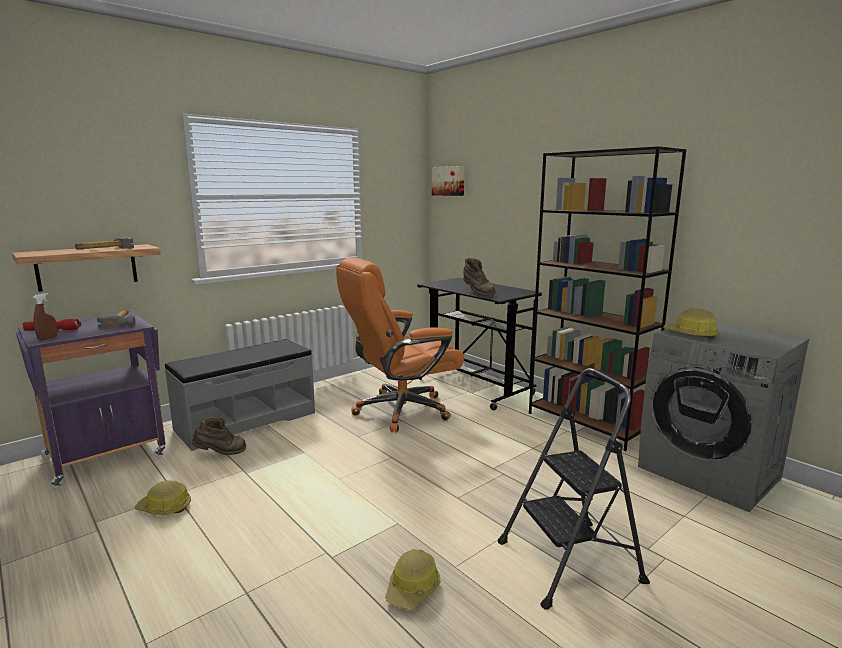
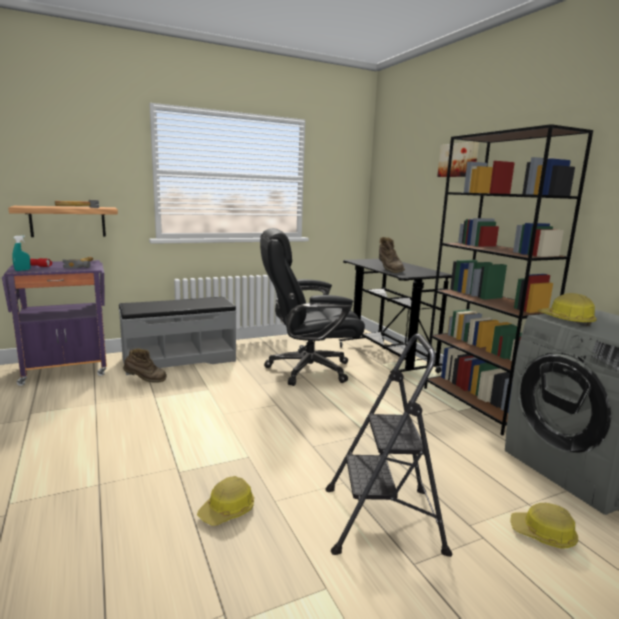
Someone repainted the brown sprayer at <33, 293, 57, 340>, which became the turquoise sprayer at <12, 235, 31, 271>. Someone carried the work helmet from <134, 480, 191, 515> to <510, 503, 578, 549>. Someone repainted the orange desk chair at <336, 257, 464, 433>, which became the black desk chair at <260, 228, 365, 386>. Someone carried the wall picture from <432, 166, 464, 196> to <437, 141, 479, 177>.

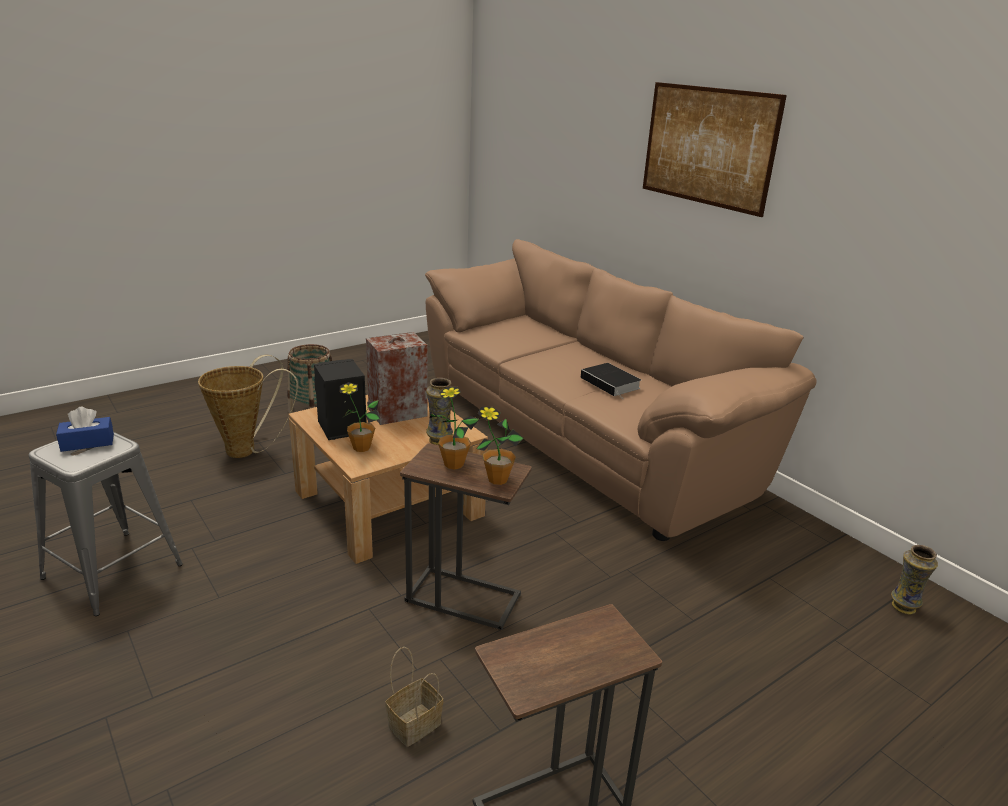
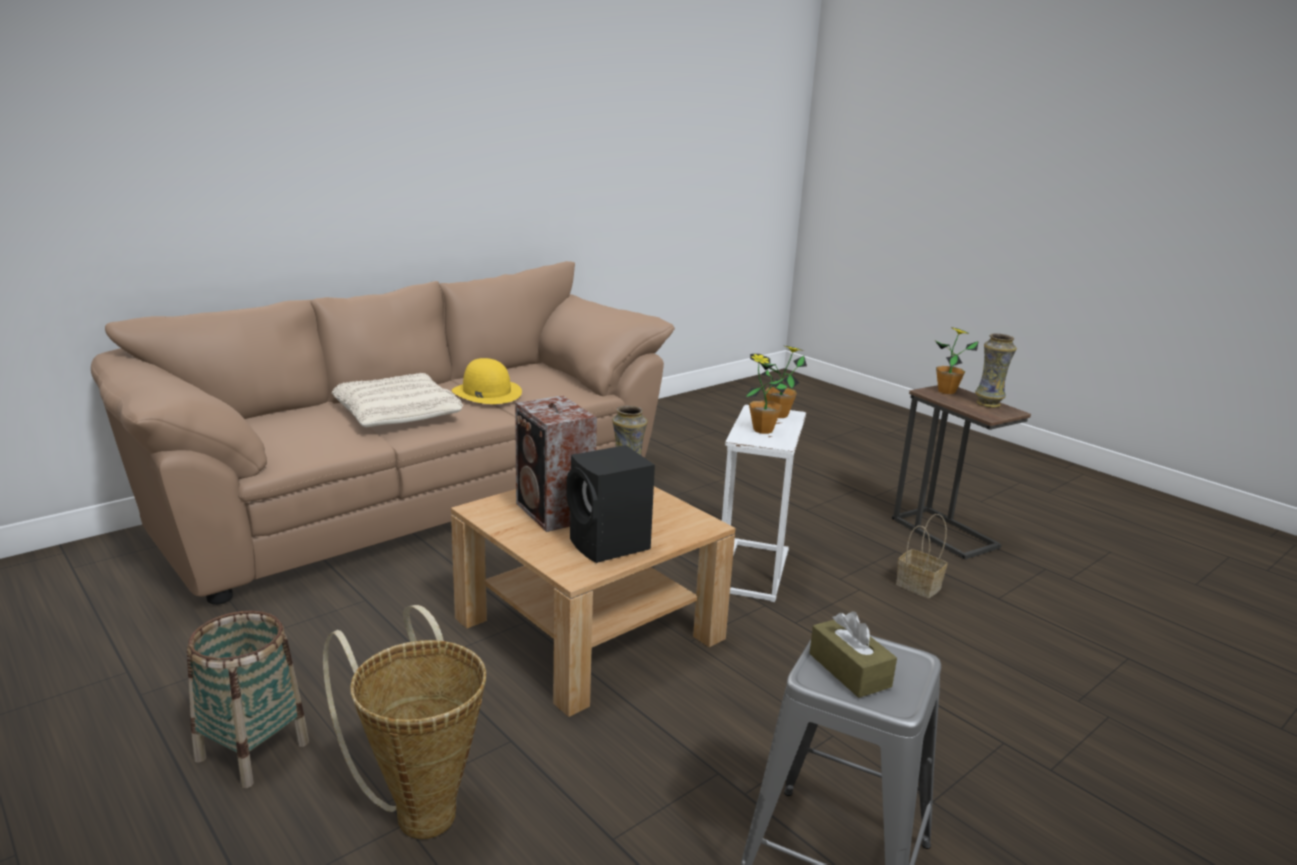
Someone repainted the bluish box of tissues at <56, 407, 114, 452>, which became the brown box of tissues at <809, 611, 897, 698>. Someone carried the houseplant from <340, 382, 380, 452> to <935, 327, 978, 394>. Someone repainted the brown accent table at <400, 443, 532, 631>, which became the white accent table at <722, 405, 806, 602>. Someone swapped the volume at <580, 363, 641, 399> for the yellow hat at <452, 358, 522, 404>. Someone took away the wall picture at <643, 82, 787, 217>. Someone carried the decorative vase from <891, 545, 938, 615> to <975, 333, 1017, 408>. Someone put down the beige pillow at <331, 373, 463, 427>.

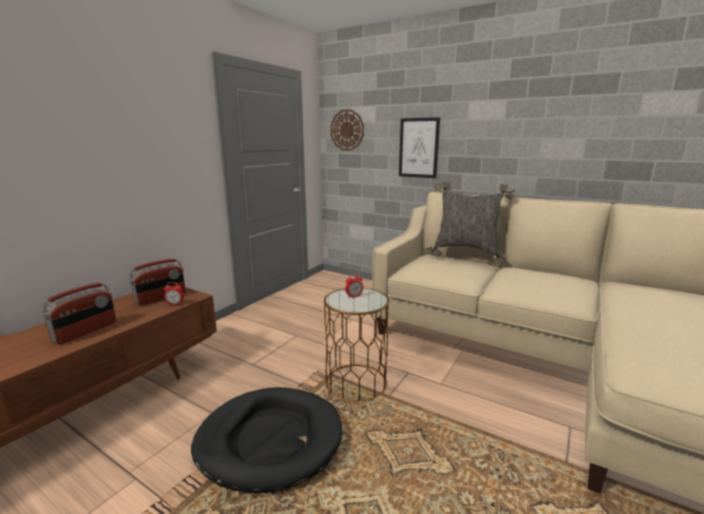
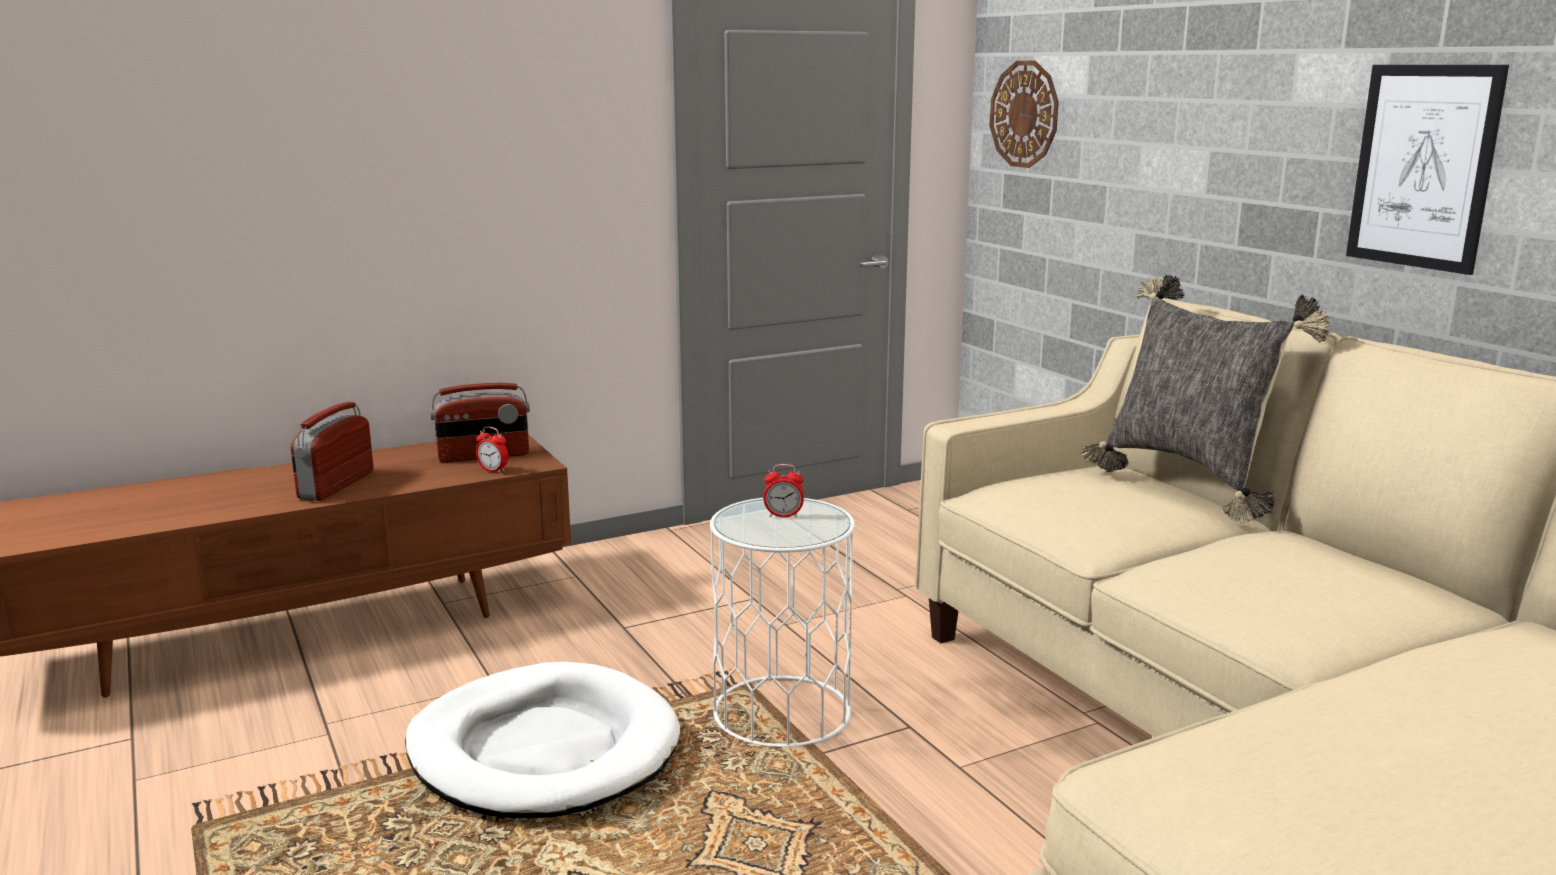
Someone rotated the radio set at <43, 283, 116, 344> by 135 degrees clockwise. Someone repainted the black dog bed at <191, 387, 342, 493>, which became the white dog bed at <405, 662, 680, 818>. Someone repainted the brown accent table at <324, 288, 390, 402>, which became the white accent table at <710, 498, 855, 747>. Someone carried the wall picture from <399, 117, 440, 178> to <1346, 65, 1509, 275>.

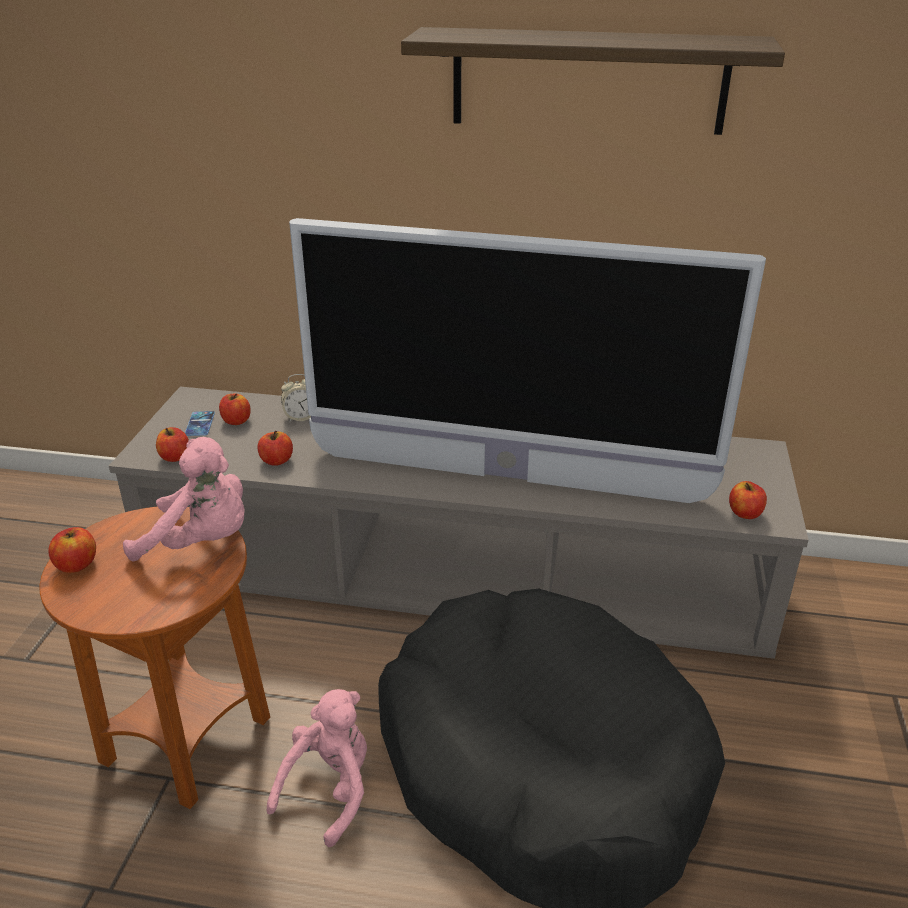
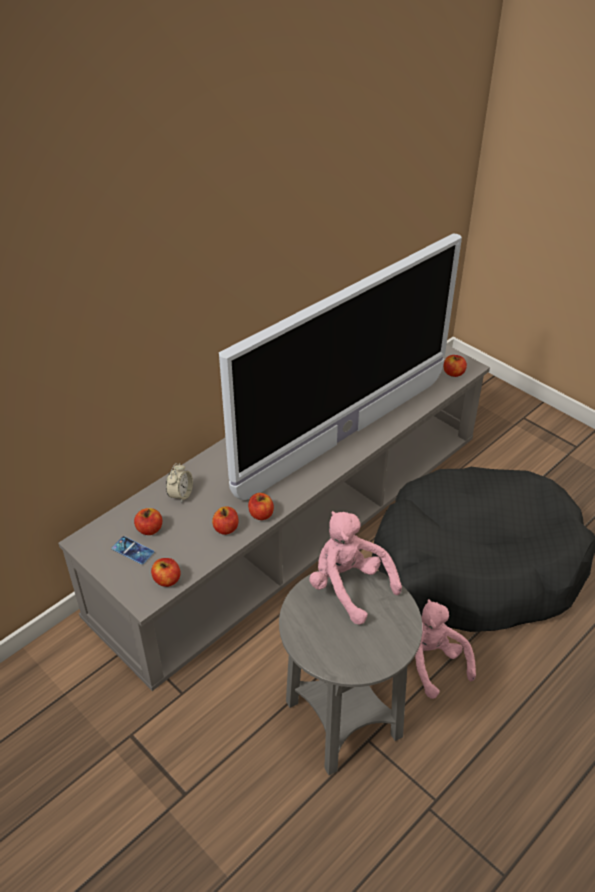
Someone repainted the brown accent table at <40, 507, 270, 809>, which became the greyish accent table at <279, 567, 423, 775>. Someone carried the apple from <48, 527, 96, 573> to <248, 493, 274, 520>. Someone rotated the pinkish cuddly toy at <123, 437, 244, 562> by 90 degrees counterclockwise. Someone took away the wall shelf at <401, 27, 785, 135>.

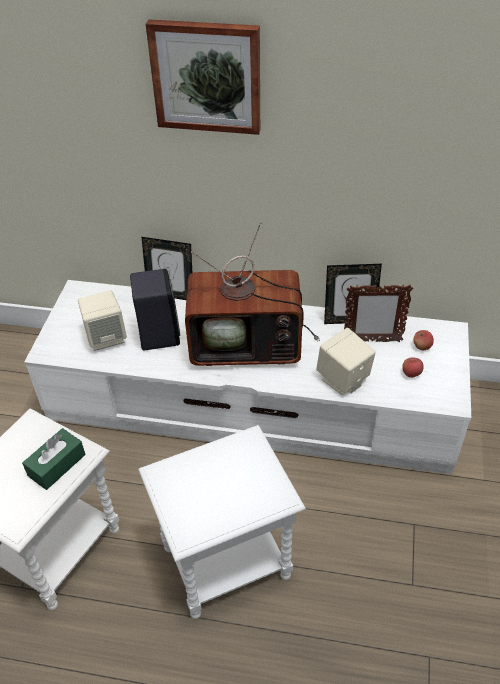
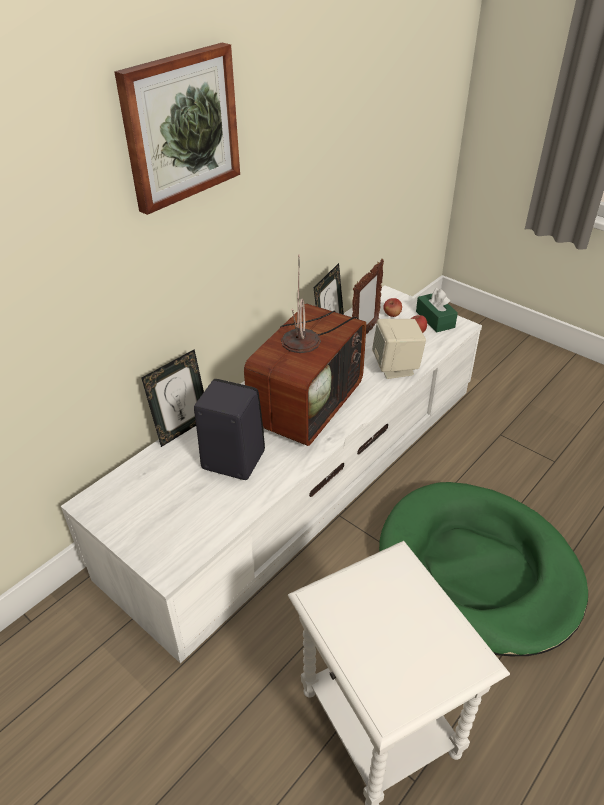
Someone carried the greenish box of tissues from <22, 428, 85, 490> to <416, 288, 458, 333>. Someone took away the beige loudspeaker at <78, 290, 127, 351>. Someone swapped the white accent table at <138, 425, 306, 619> for the greenish dog bed at <379, 482, 588, 656>.

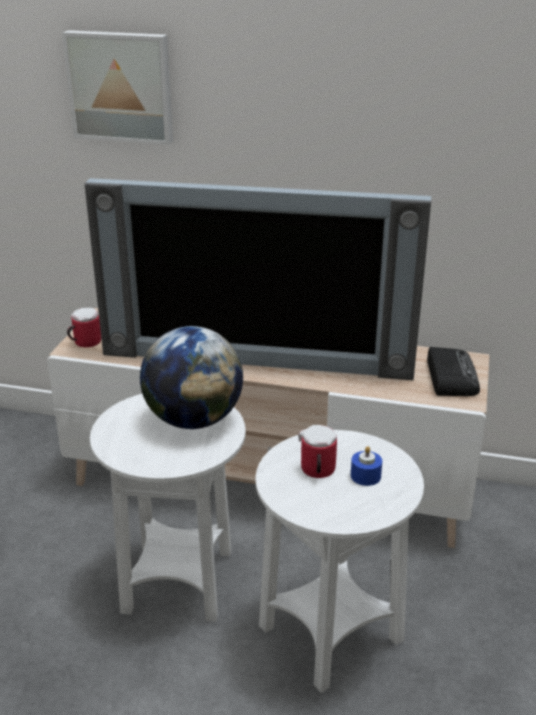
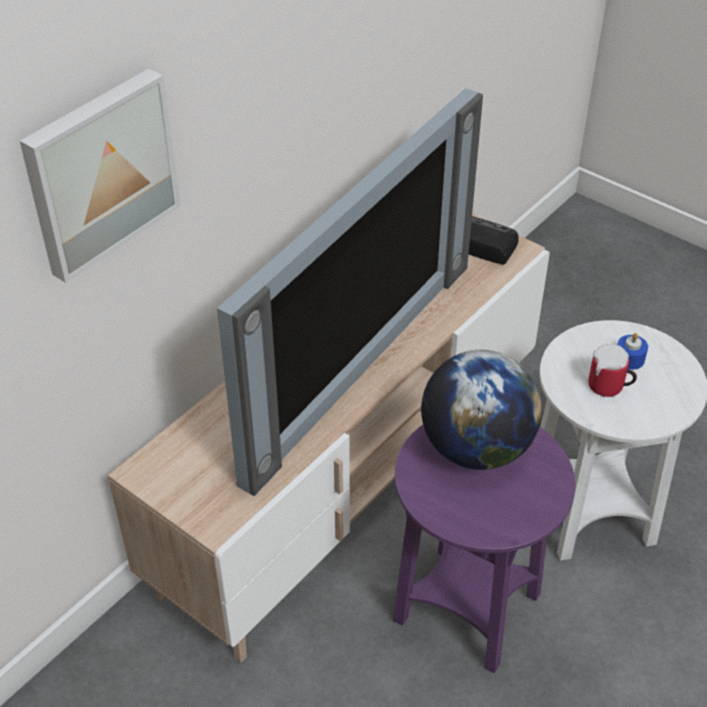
Someone took away the tea mug at <67, 308, 101, 347>. Someone repainted the white accent table at <90, 394, 246, 622>, which became the purple accent table at <393, 425, 575, 673>.

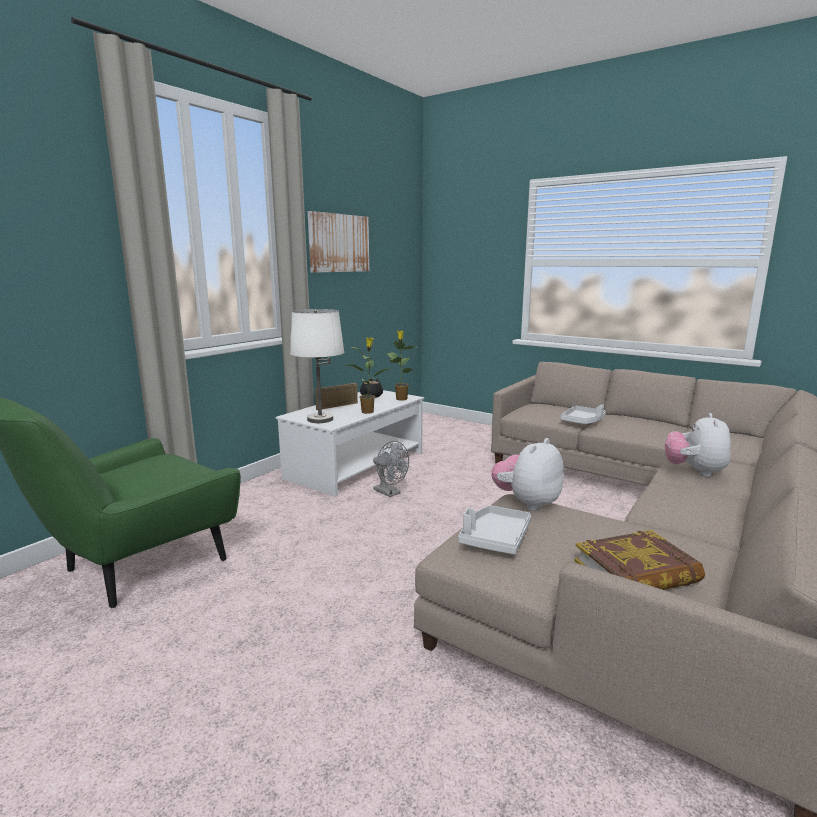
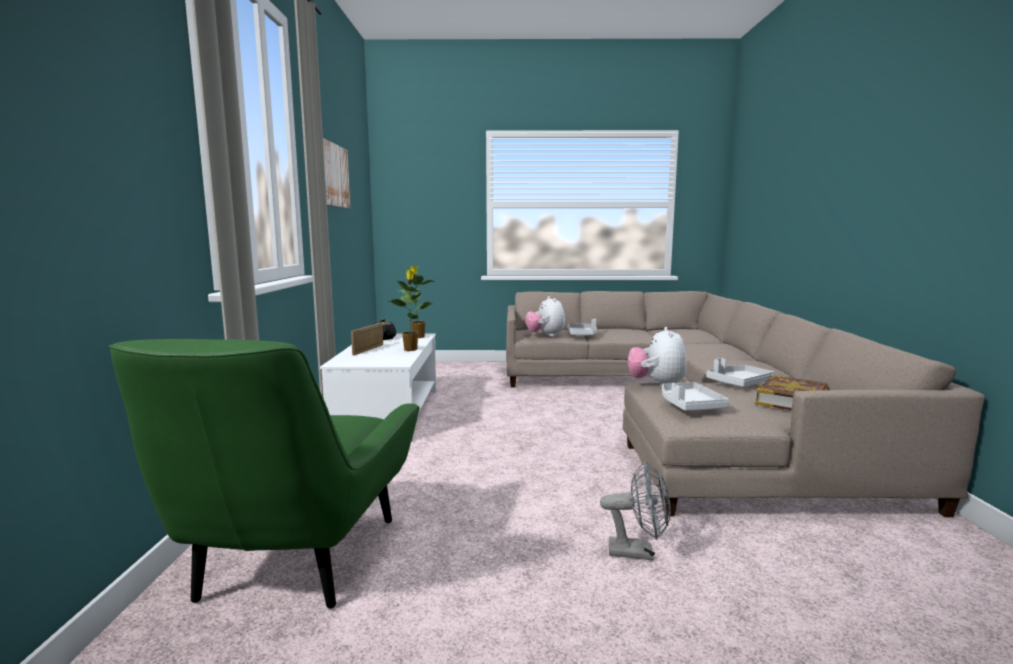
Someone took away the white tabletop lamp at <290, 309, 344, 423>. Someone carried the greyish fan from <373, 441, 409, 497> to <600, 461, 671, 561>. Someone carried the cuddly toy from <665, 413, 731, 477> to <525, 296, 565, 337>. Someone put down the greyish serving tray at <706, 358, 776, 387>.

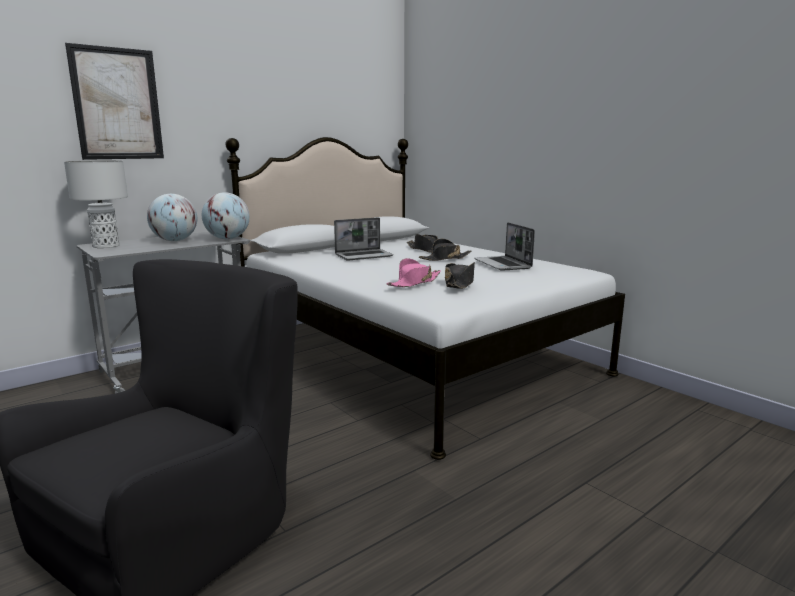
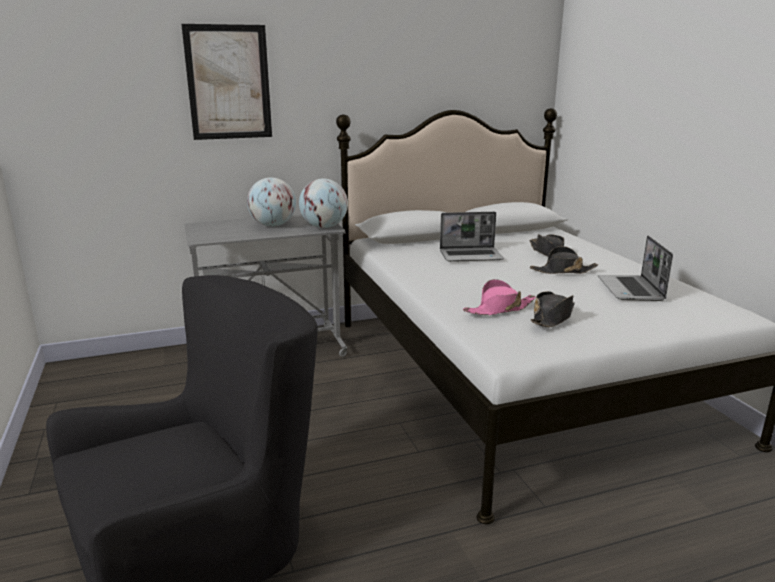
Someone took away the white tabletop lamp at <64, 160, 128, 248>.

